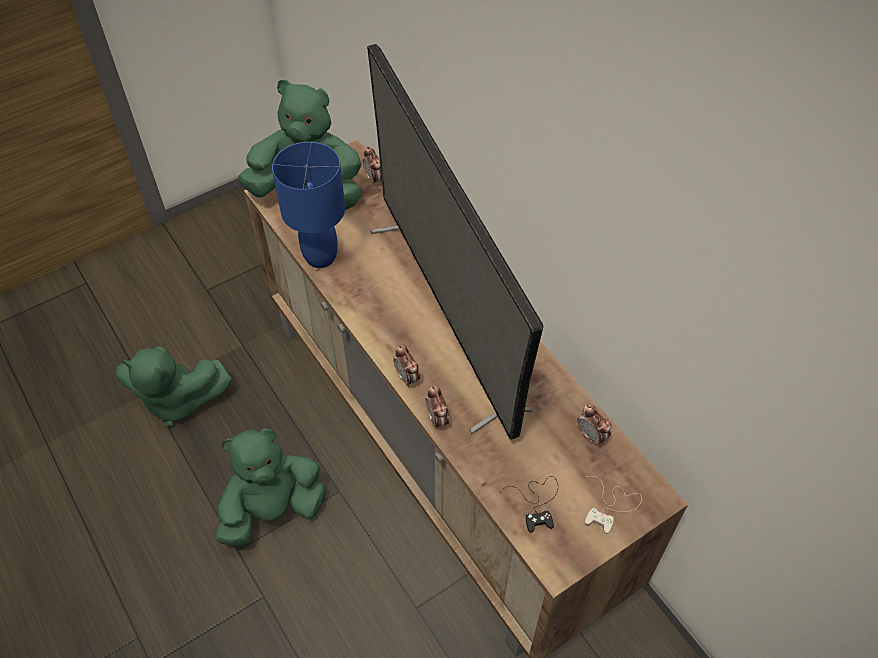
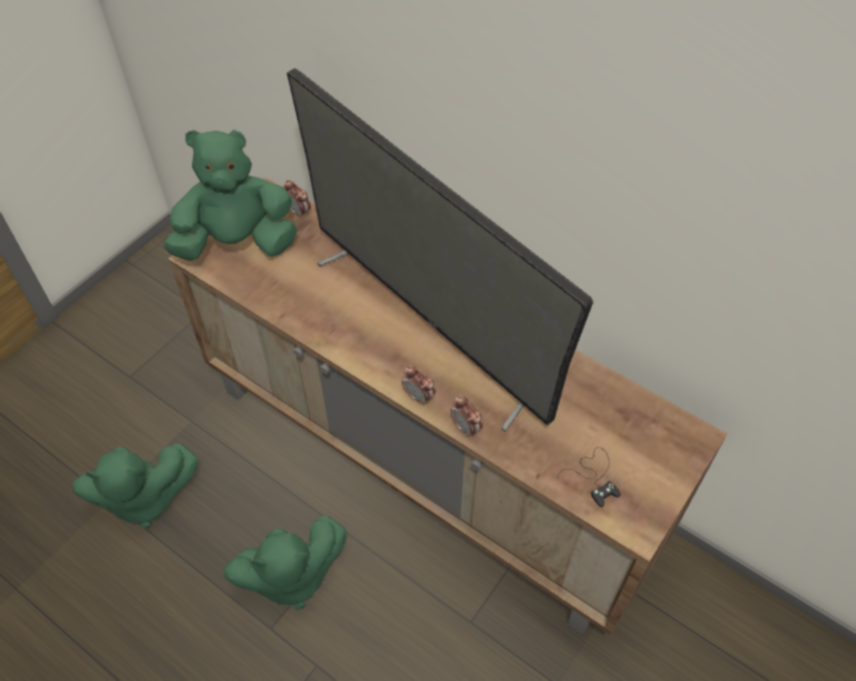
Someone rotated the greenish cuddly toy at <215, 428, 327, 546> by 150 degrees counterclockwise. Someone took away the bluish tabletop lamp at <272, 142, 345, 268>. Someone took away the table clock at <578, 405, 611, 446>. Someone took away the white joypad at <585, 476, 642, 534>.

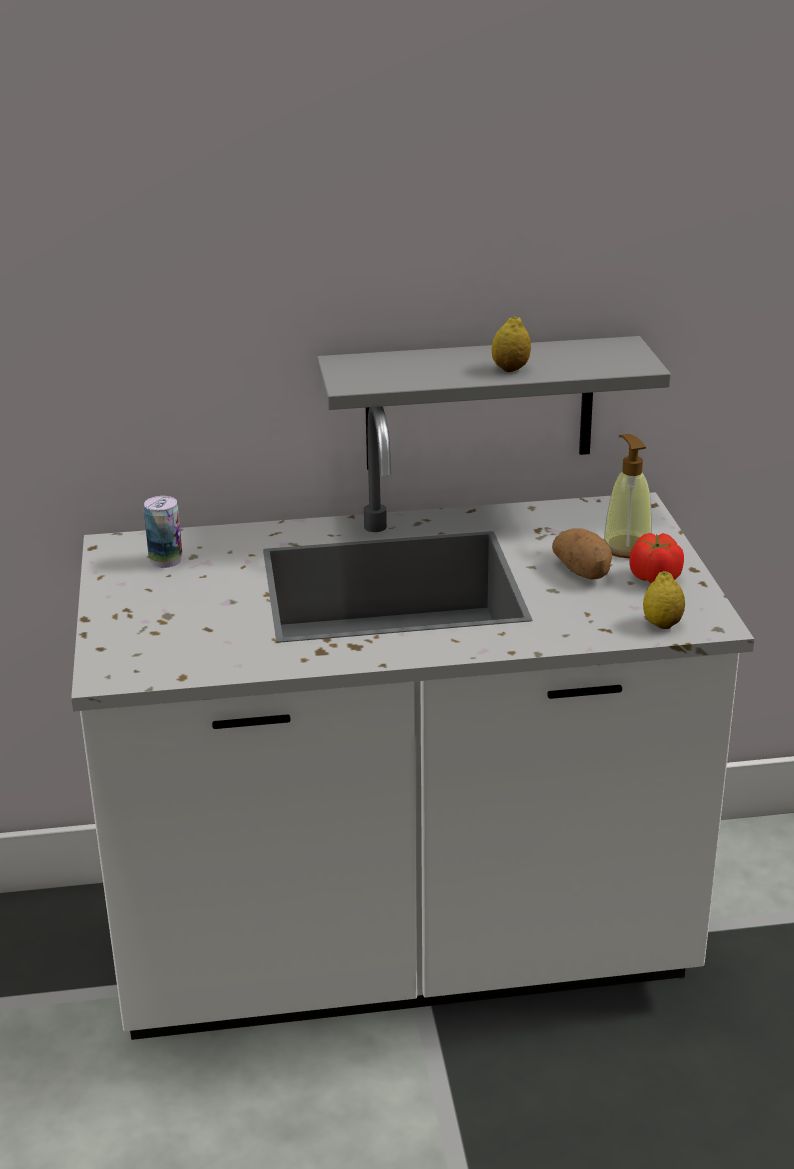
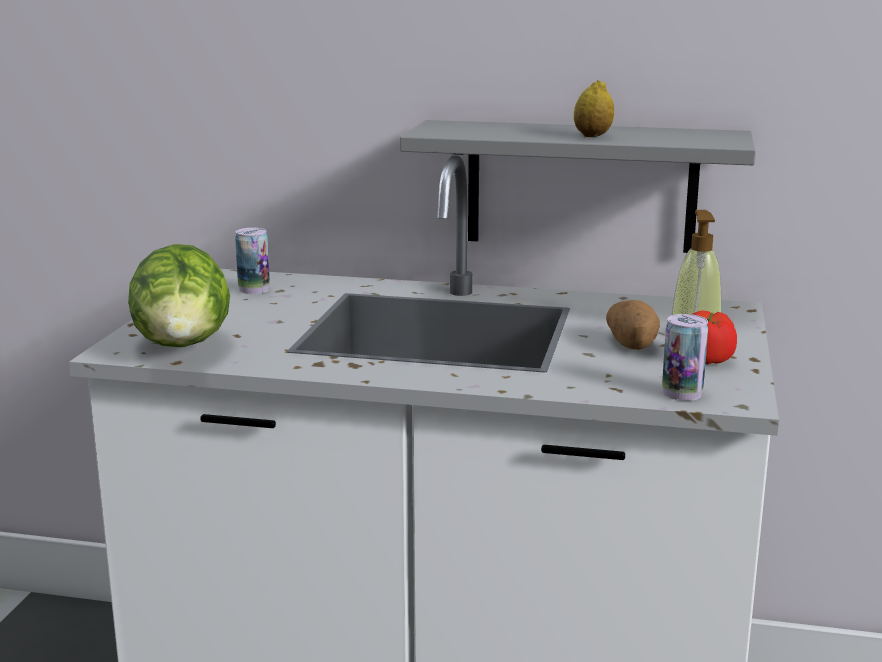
Someone swapped the lemon at <643, 571, 685, 629> for the can at <662, 314, 708, 401>. Someone put down the lettuce at <128, 244, 230, 347>.

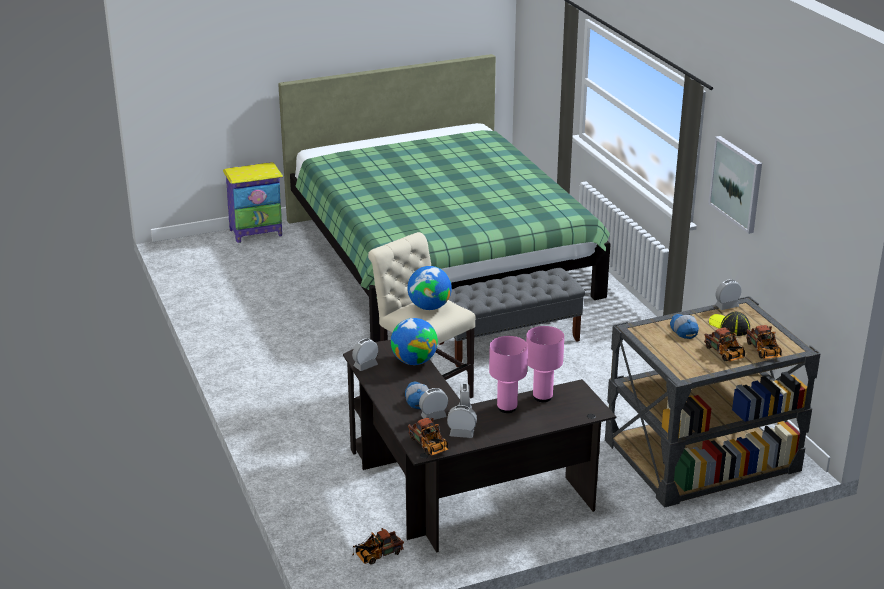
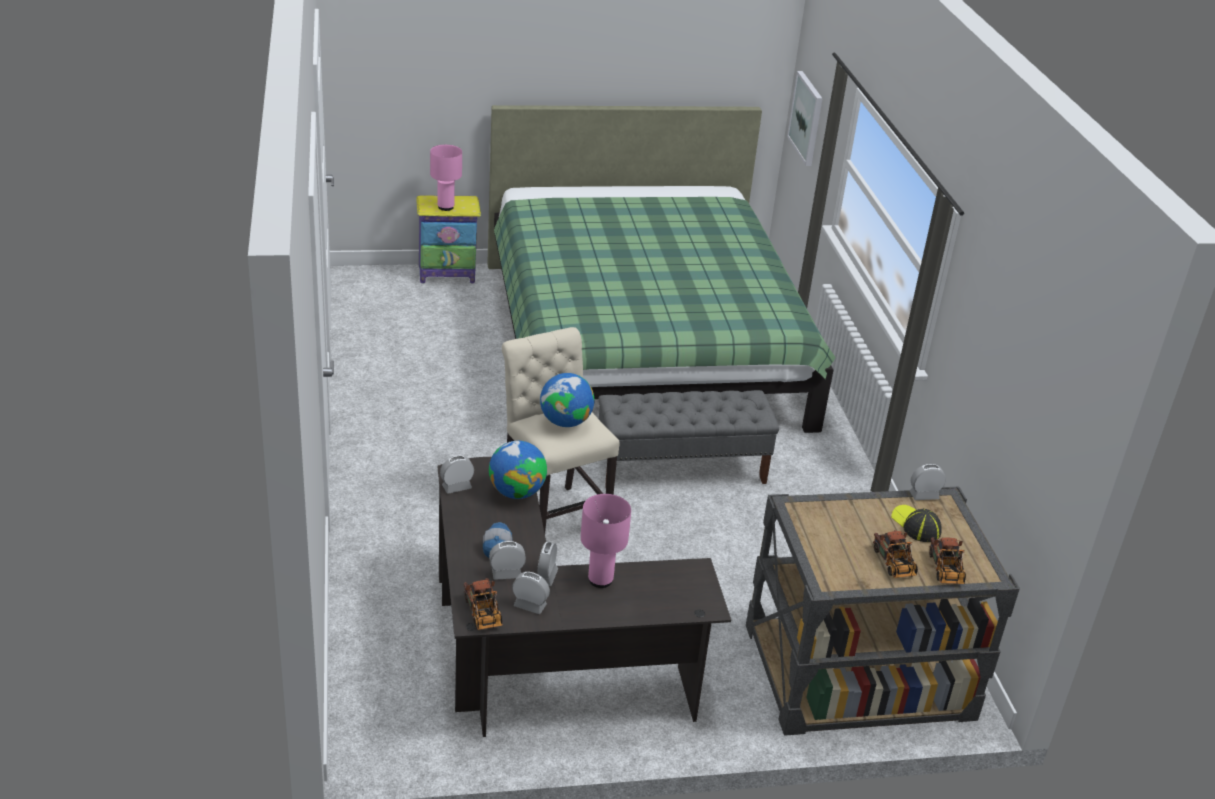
Someone took away the model truck at <352, 528, 404, 565>. Someone carried the pinkish tabletop lamp from <526, 326, 564, 402> to <430, 145, 462, 211>. Someone took away the peaked cap at <670, 314, 699, 339>. Someone carried the wall picture from <708, 136, 762, 234> to <787, 71, 822, 166>.

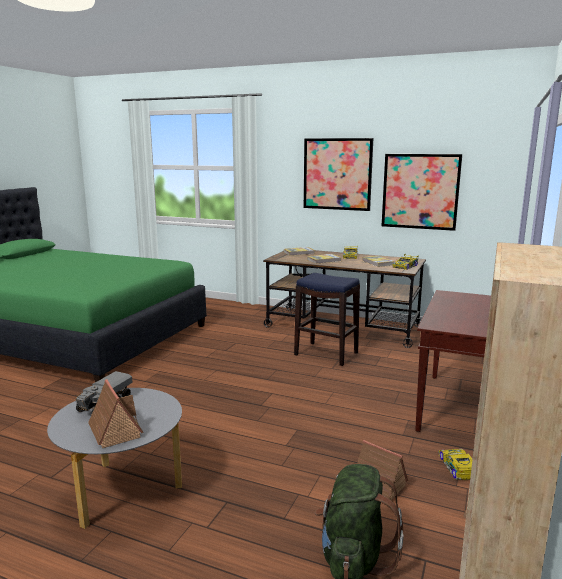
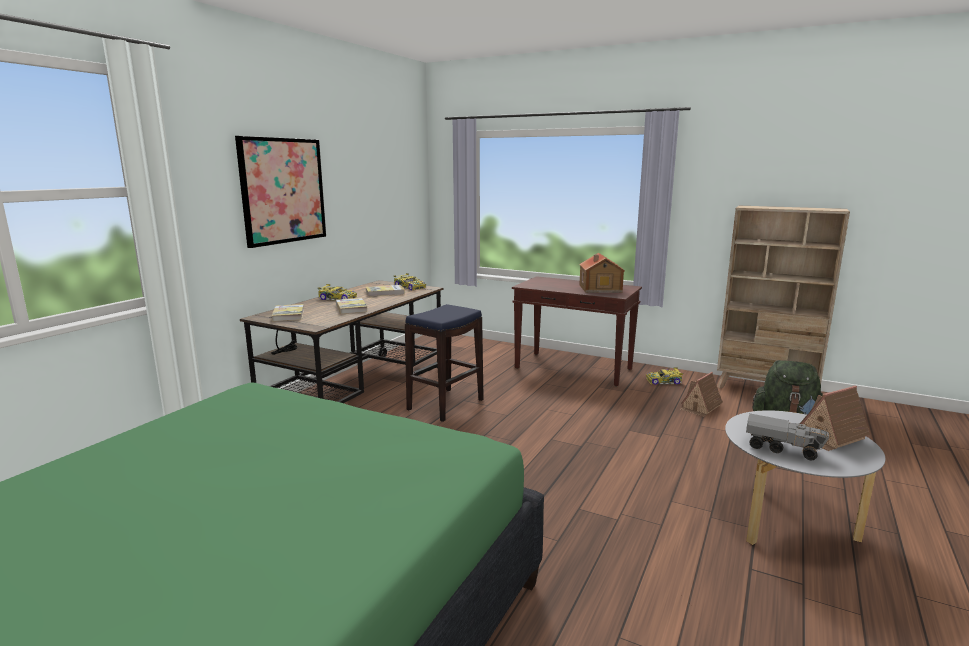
Someone took away the wall picture at <382, 154, 462, 231>. Someone put down the toy house at <579, 253, 625, 293>.

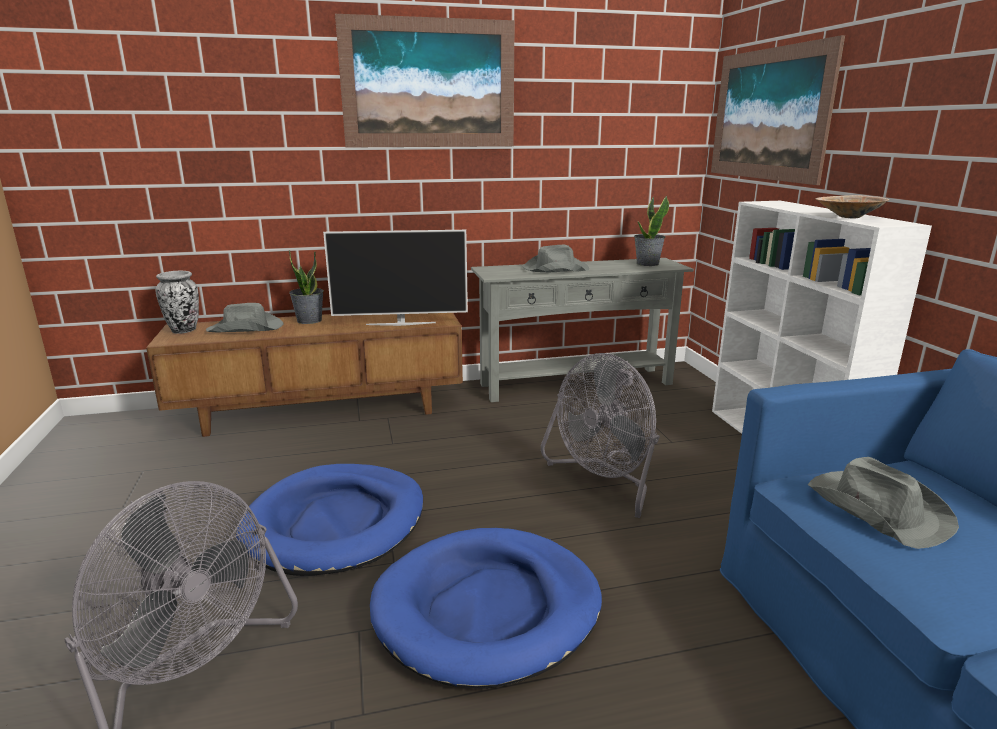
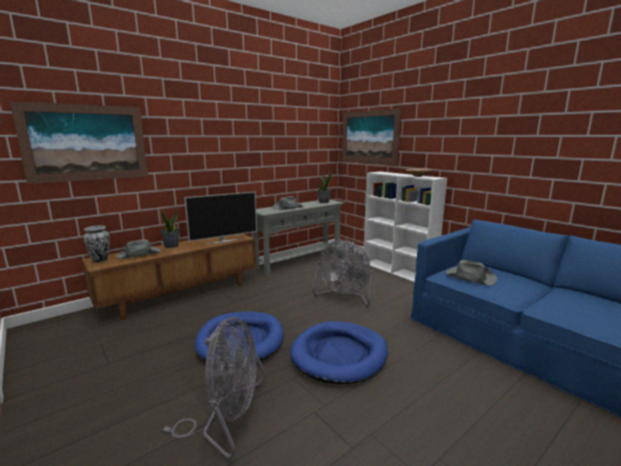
Someone carried the wall picture from <335, 14, 515, 148> to <10, 101, 148, 184>.

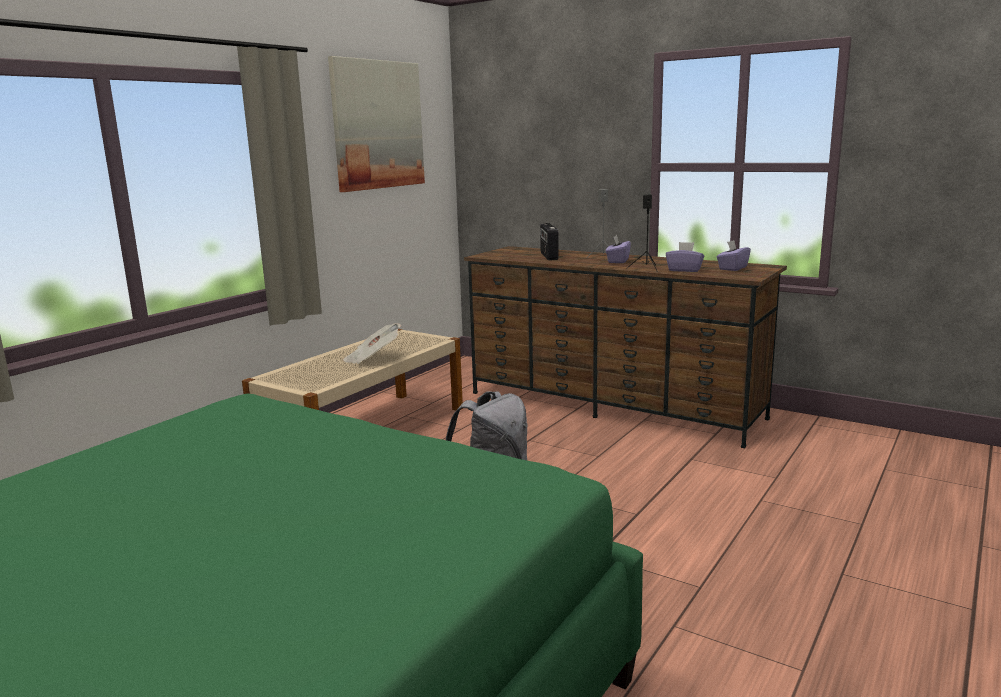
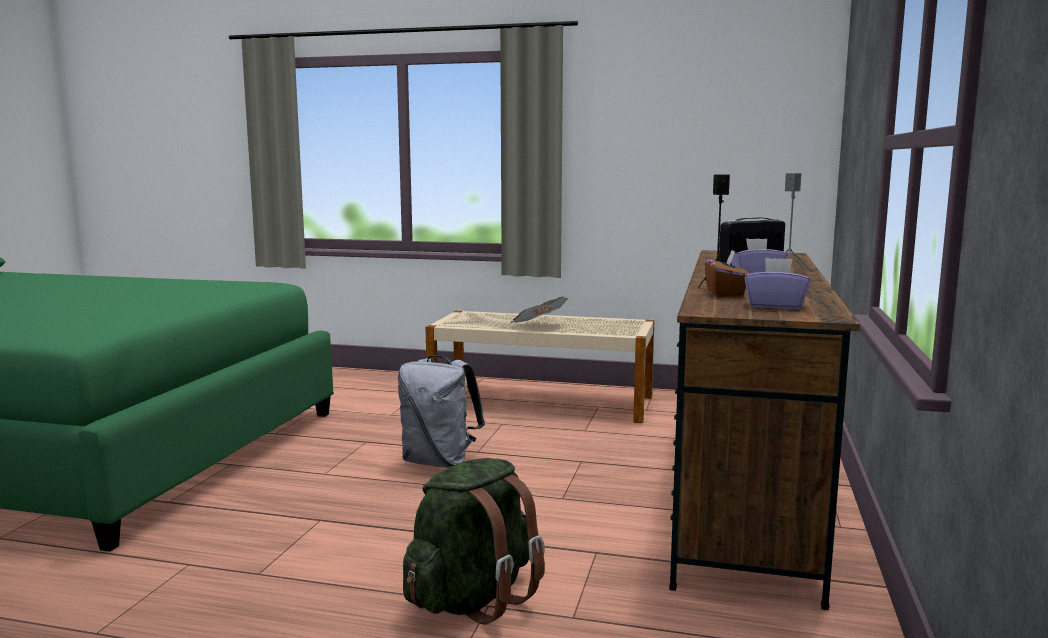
Someone took away the wall picture at <328, 56, 425, 192>. Someone repainted the purple box of tissues at <666, 242, 704, 272>, which became the brown box of tissues at <705, 250, 749, 297>. Someone put down the greenish rucksack at <403, 458, 545, 625>.

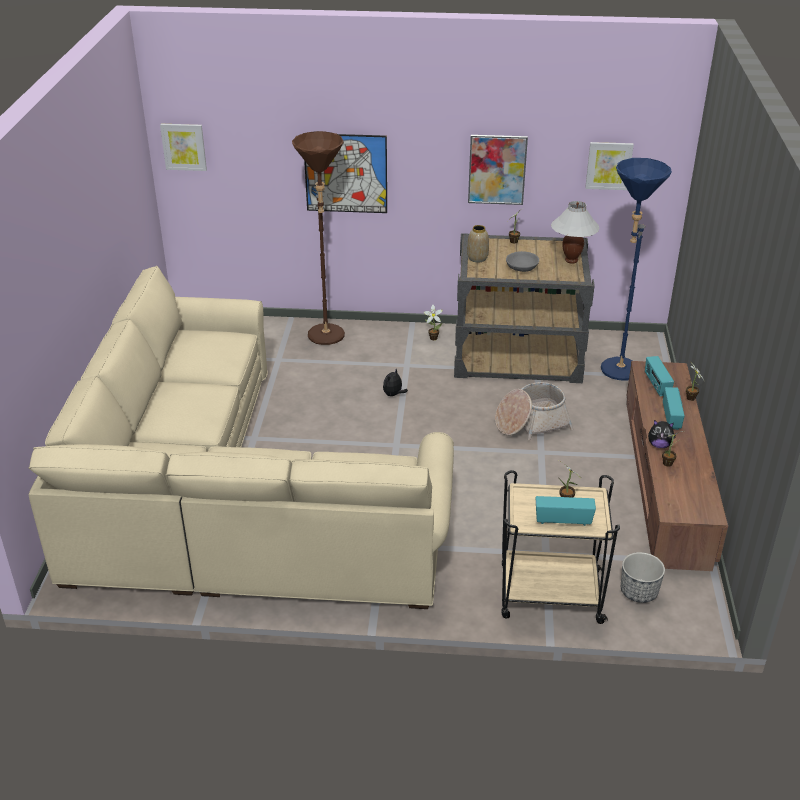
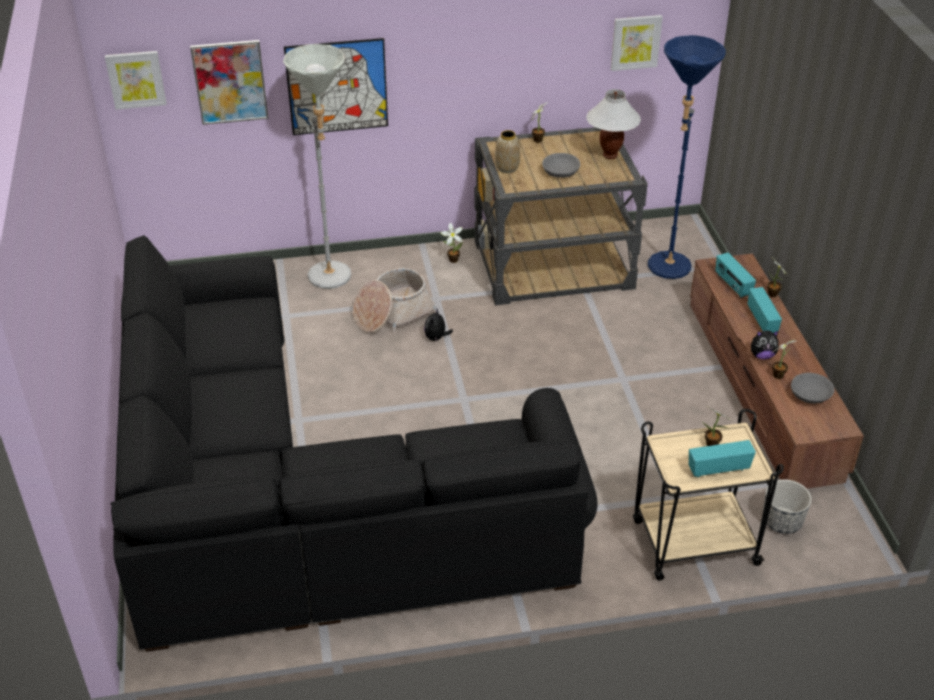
Someone repainted the beige sofa at <29, 266, 454, 609>, which became the black sofa at <110, 235, 598, 652>. Someone repainted the brown standing lamp at <292, 131, 345, 345>, which became the greyish standing lamp at <283, 44, 352, 289>. Someone carried the wall picture from <468, 135, 528, 205> to <190, 40, 269, 125>. Someone carried the household basket from <495, 382, 573, 440> to <353, 268, 437, 334>. Someone put down the greyish deep dish at <791, 373, 834, 404>.

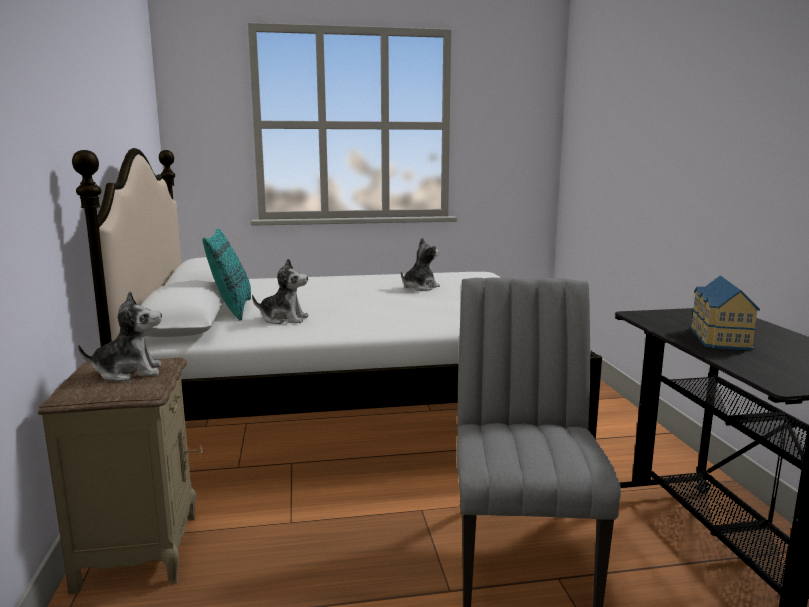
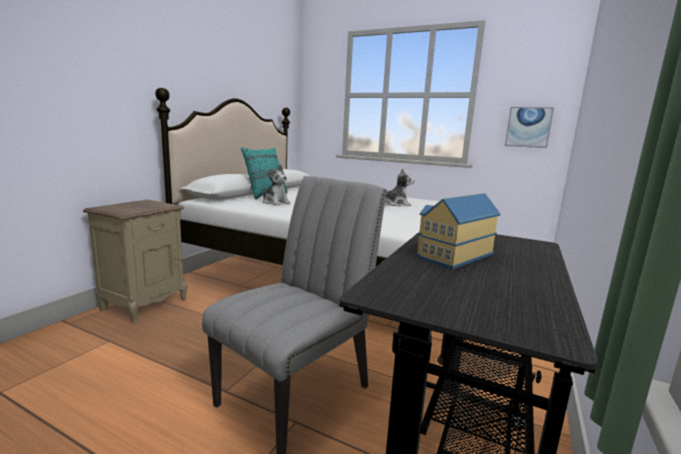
Someone took away the cuddly toy at <78, 291, 162, 381>. Someone put up the wall picture at <505, 107, 554, 148>.

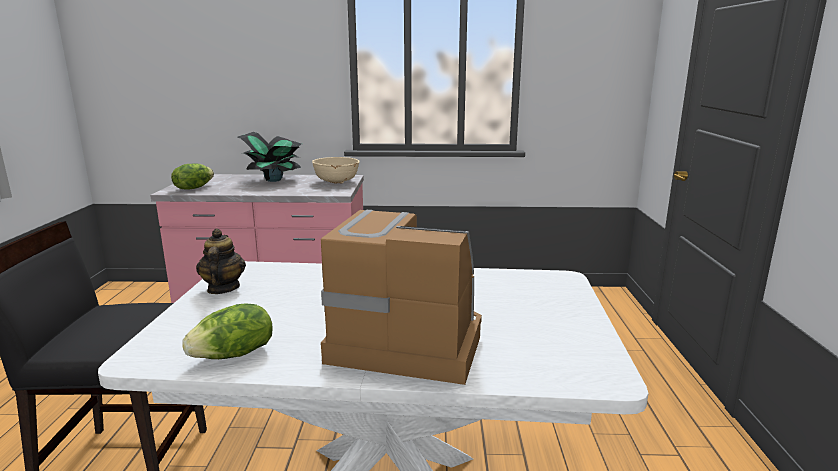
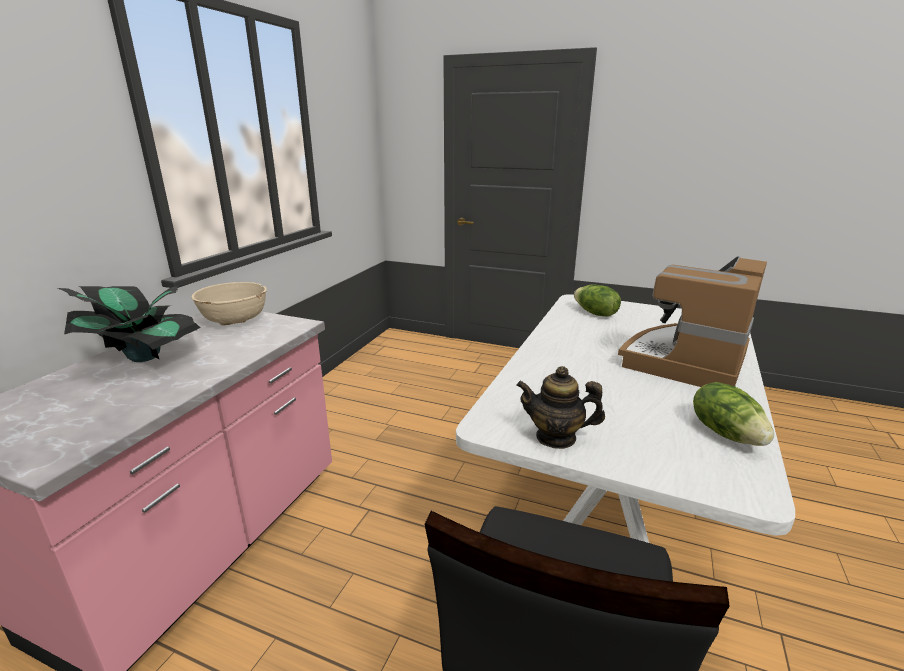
Someone carried the lettuce from <171, 164, 214, 190> to <574, 284, 621, 317>.

